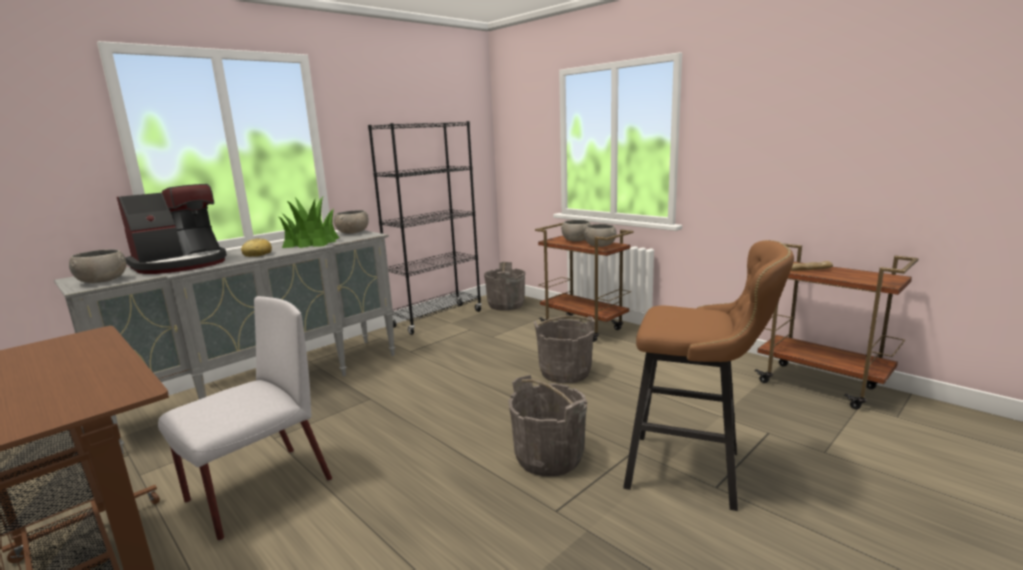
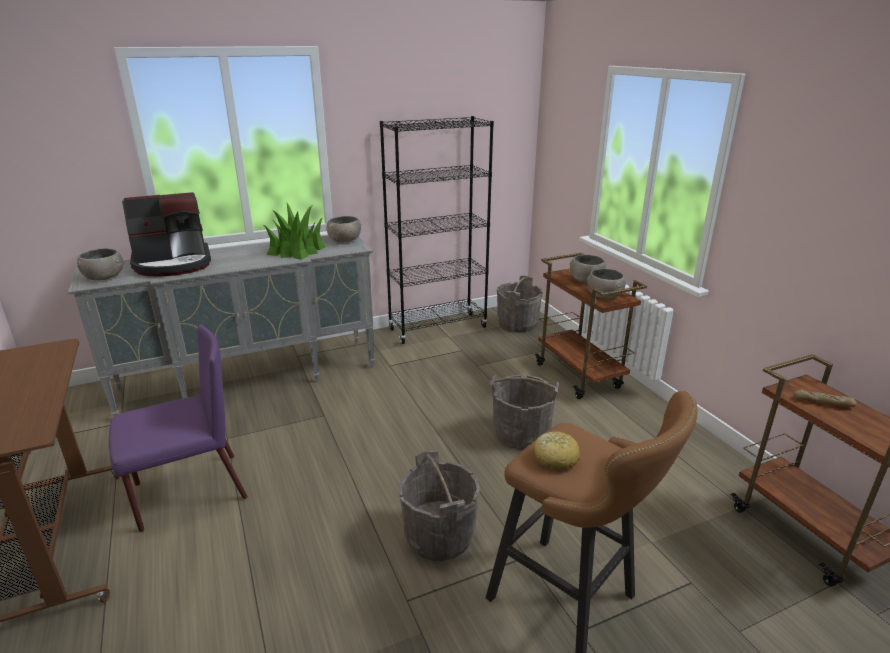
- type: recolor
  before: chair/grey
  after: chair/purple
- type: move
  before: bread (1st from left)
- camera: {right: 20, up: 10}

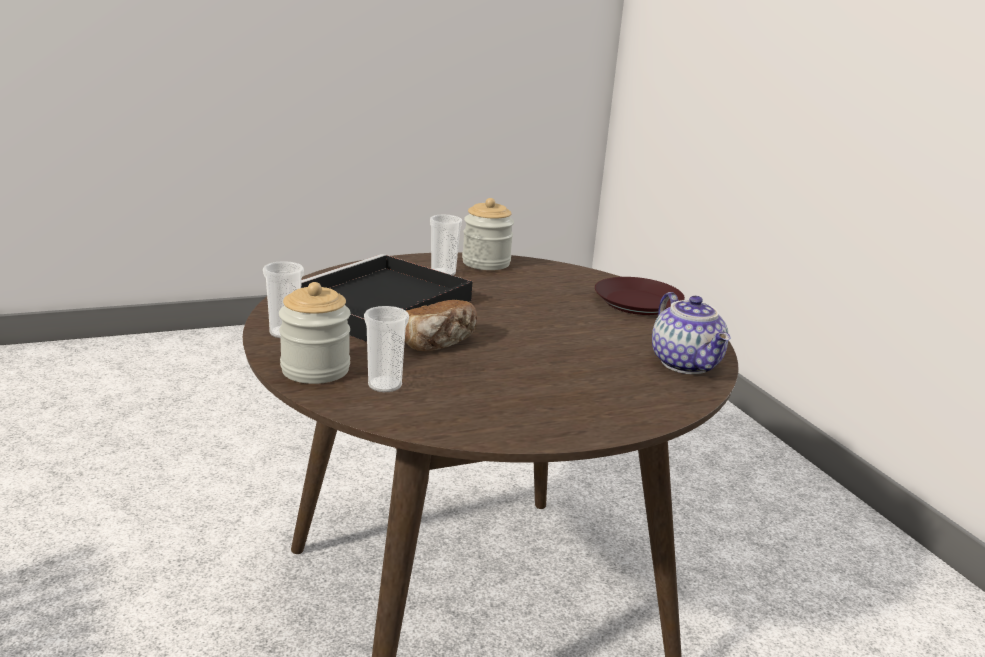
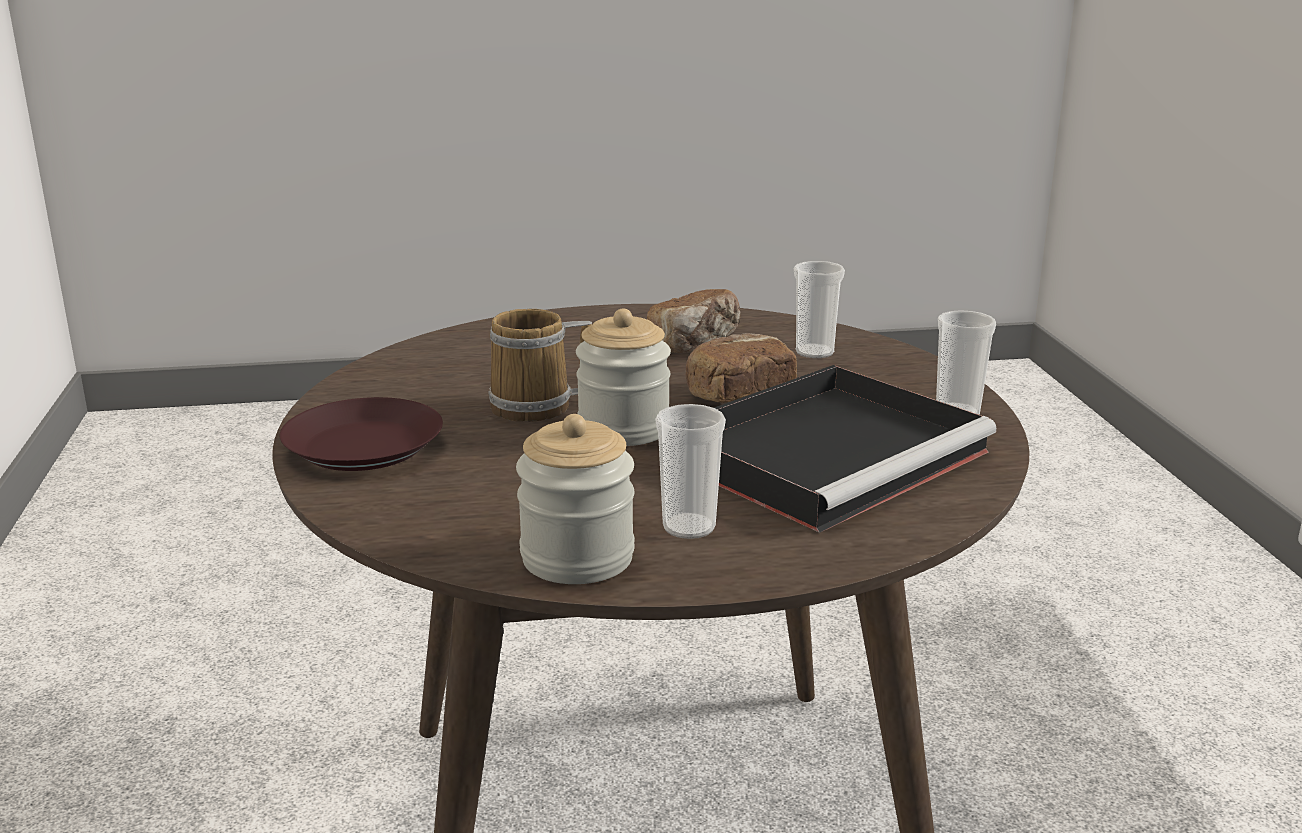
- type: insert
  after: mug
- type: move
  before: jar (1st from left in the first image)
  after: jar (2nd from left)
- type: insert
  after: bread (1st from left)
- type: delete
  before: teapot
- camera: {right: -165, up: 0}

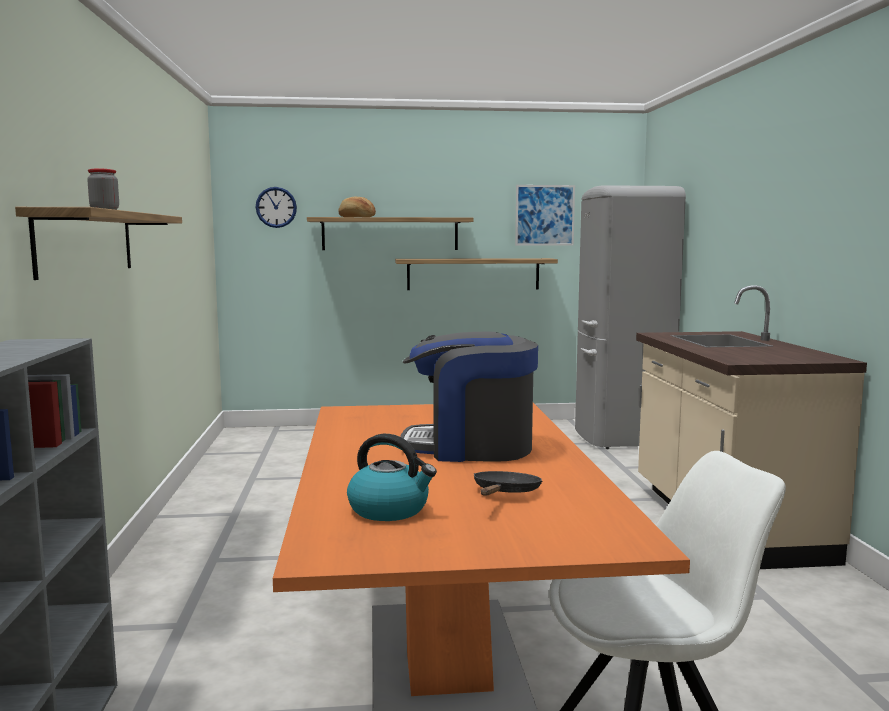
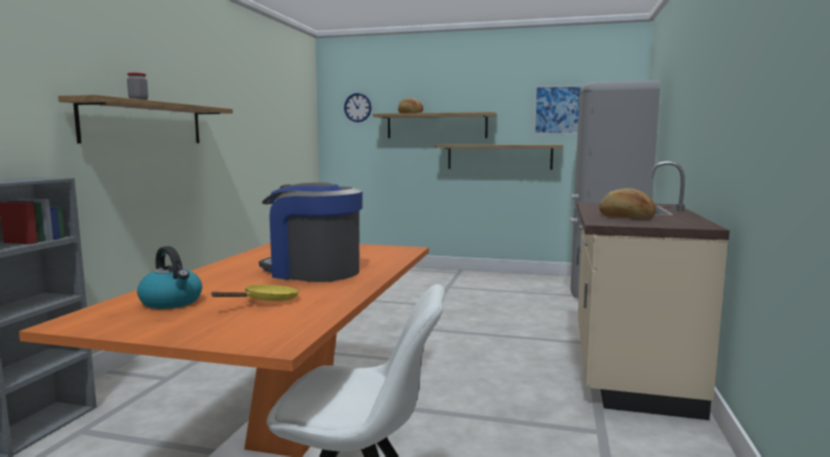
- type: recolor
  before: frying pan/black
  after: frying pan/yellow
- type: insert
  after: bread (2nd from left)
- camera: {right: 20, up: 0}

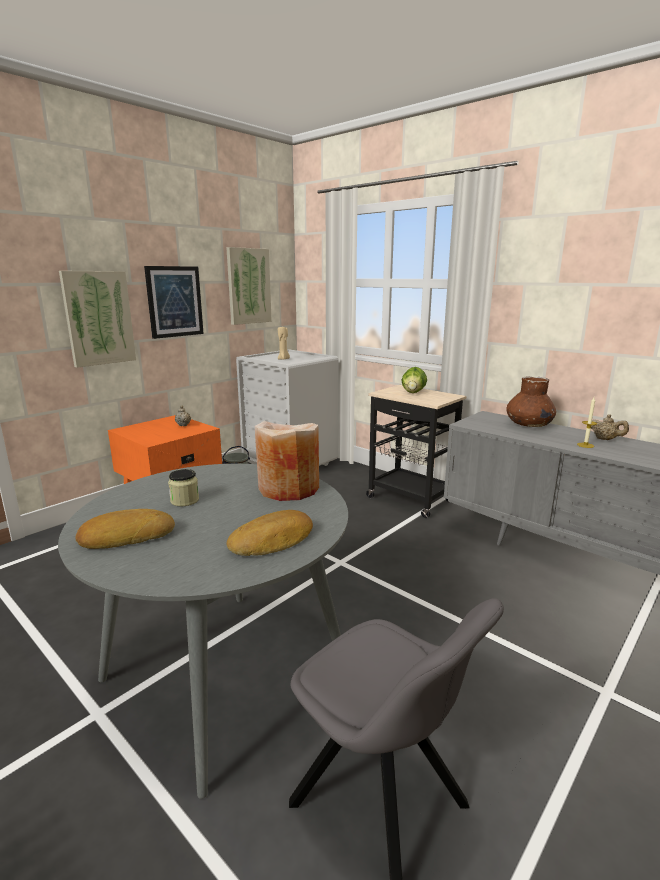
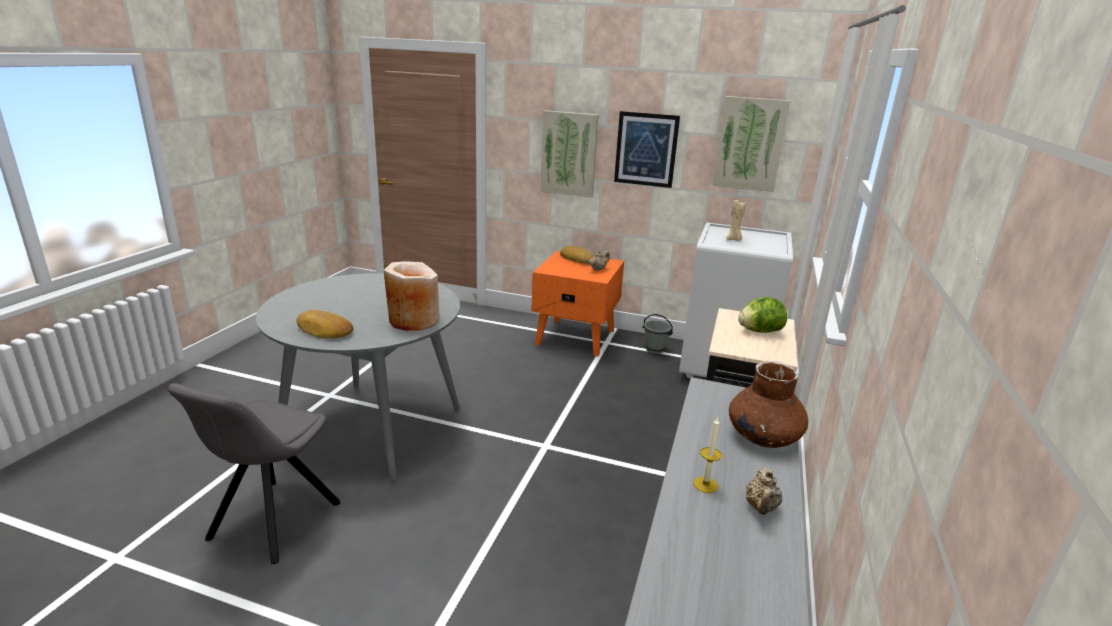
- type: move
  before: bread (1st from left in the first image)
  after: bread (2nd from left)
- type: delete
  before: jar
- camera: {right: 65, up: 5}

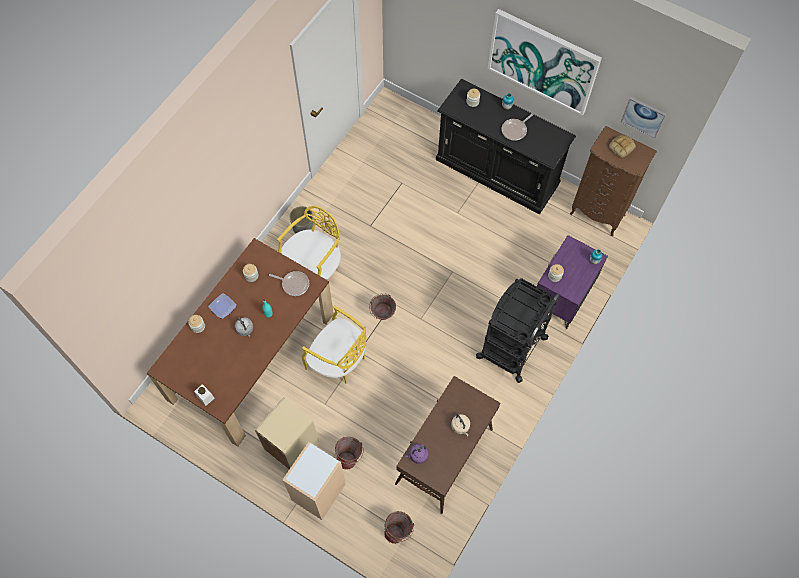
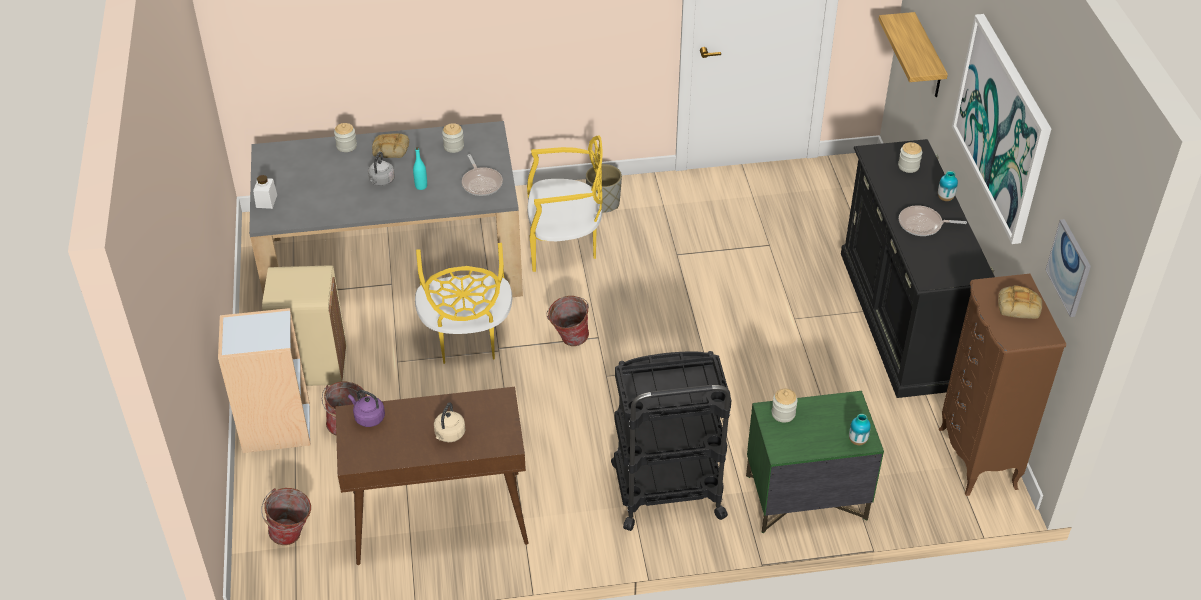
- type: recolor
  before: dining table/brown
  after: dining table/grey
- type: replace
  before: plate
  after: bread (1st from left)
- type: recolor
  before: nightstand/purple
  after: nightstand/green
- type: insert
  after: shelf
- camera: {right: 50, up: -20}

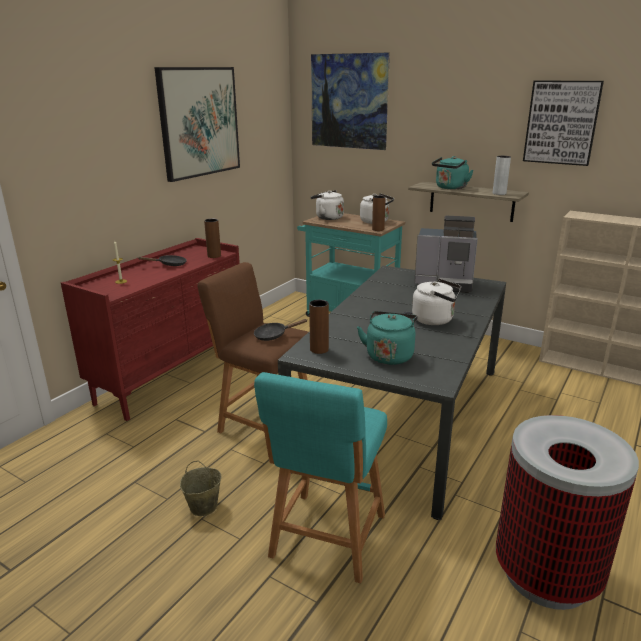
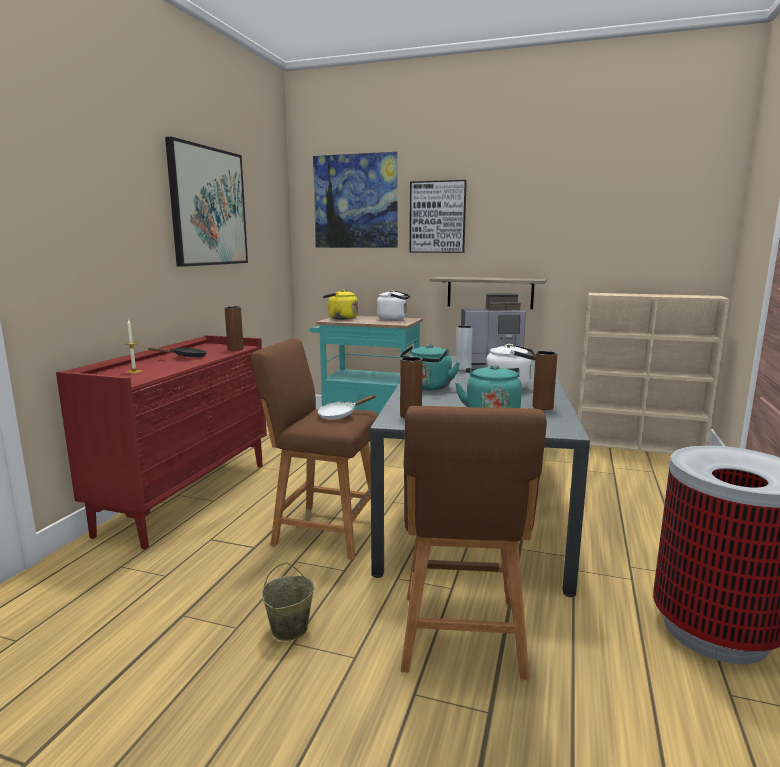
- type: recolor
  before: frying pan/black (2nd from left)
  after: frying pan/white
- type: recolor
  before: kettle/white (1st from left)
  after: kettle/yellow
- type: move
  before: kettle/turquoise (2nd from left in the first image)
  after: kettle/turquoise (1st from left)
- type: recolor
  before: stool/turquoise
  after: stool/brown (2nd from left)
- type: move
  before: picture (3rd from left)
- type: move
  before: vase/grey
- type: move
  before: vase/brown (3rd from left)
- camera: {right: -15, up: -10}

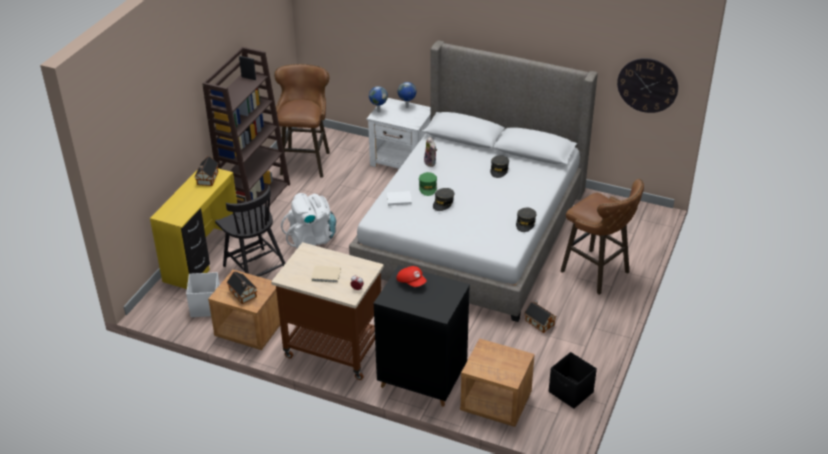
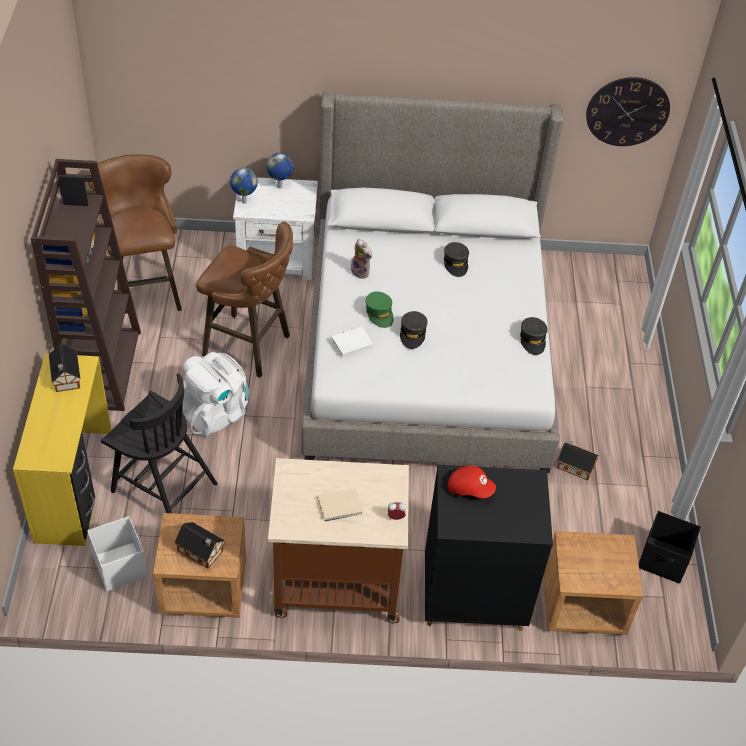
- type: move
  before: stool/brown (2nd from left)
- camera: {right: -25, up: 10}

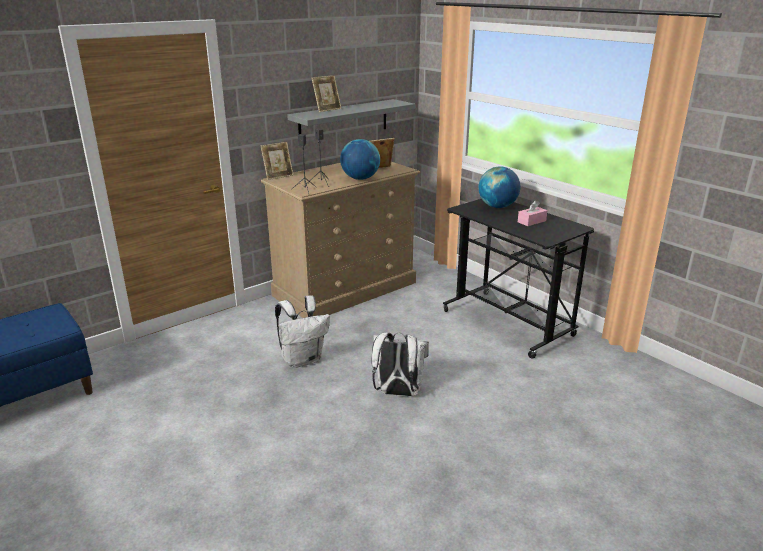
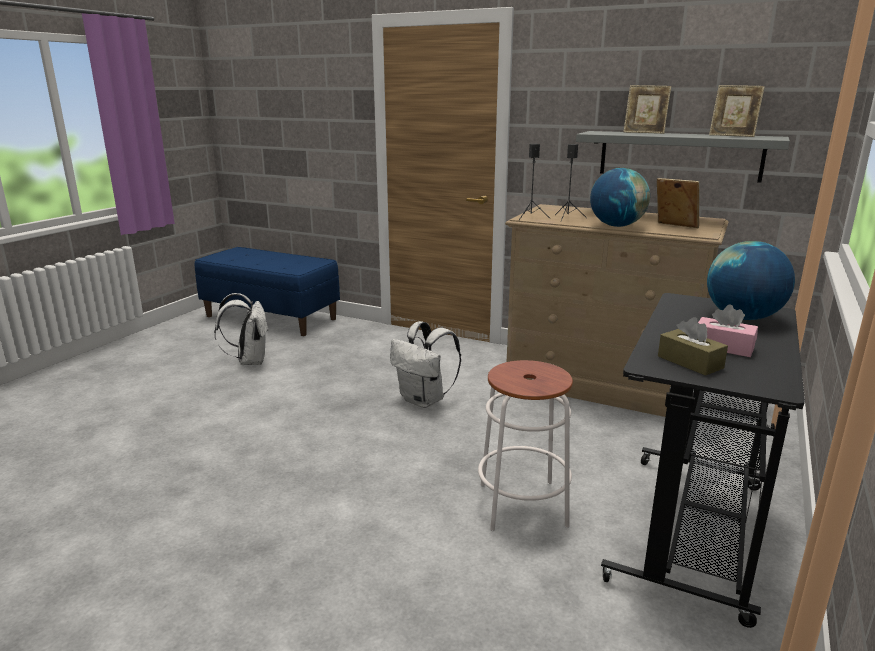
- type: move
  before: backpack/white (2nd from left in the first image)
  after: backpack/white (1st from left)
- type: insert
  after: stool/white
- type: insert
  after: tissue box/brown
- type: move
  before: picture frame (1st from left in the first image)
  after: picture frame (3rd from left)
- camera: {right: 65, up: -5}

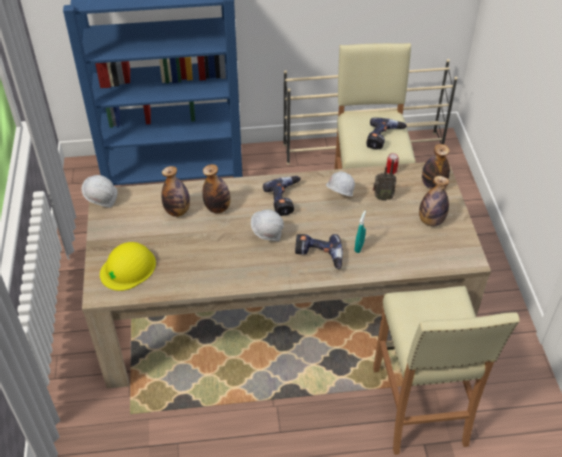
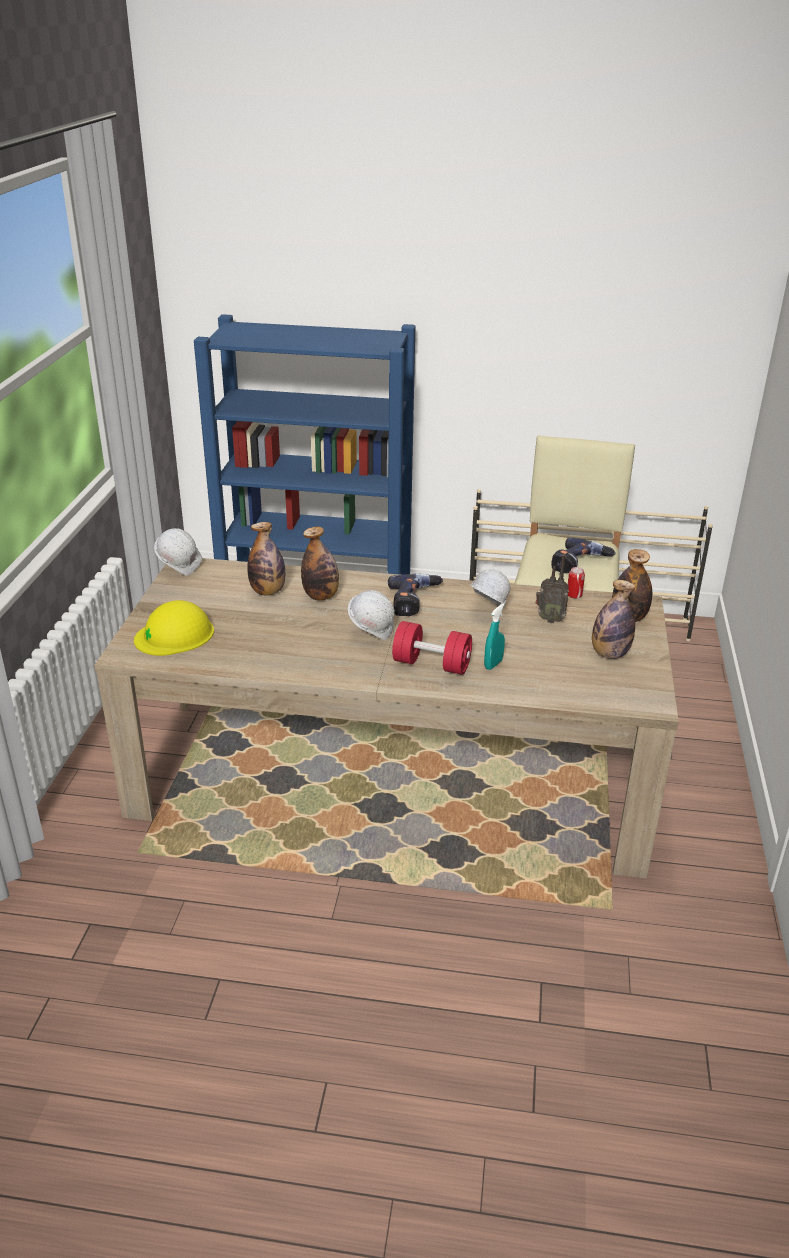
- type: replace
  before: power drill (2nd from left)
  after: dumbbell/red
- type: delete
  before: stool/beige (2nd from left)
- camera: {right: 15, up: -15}

